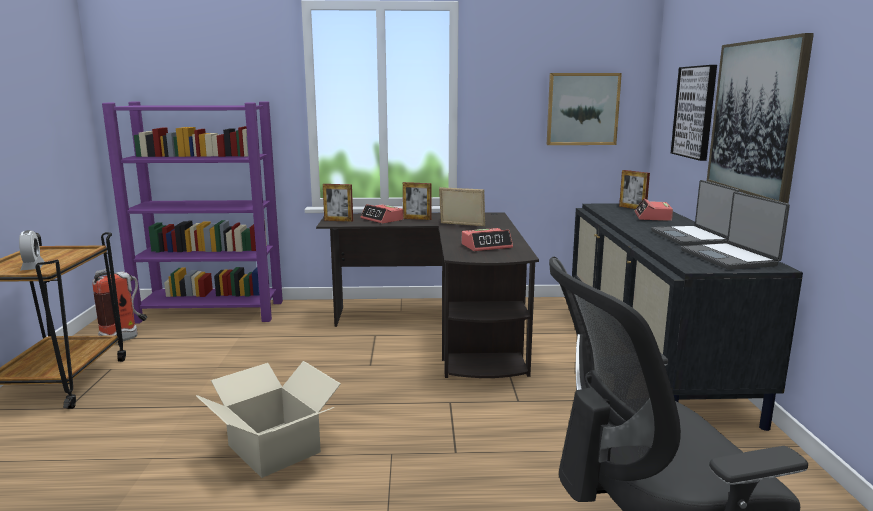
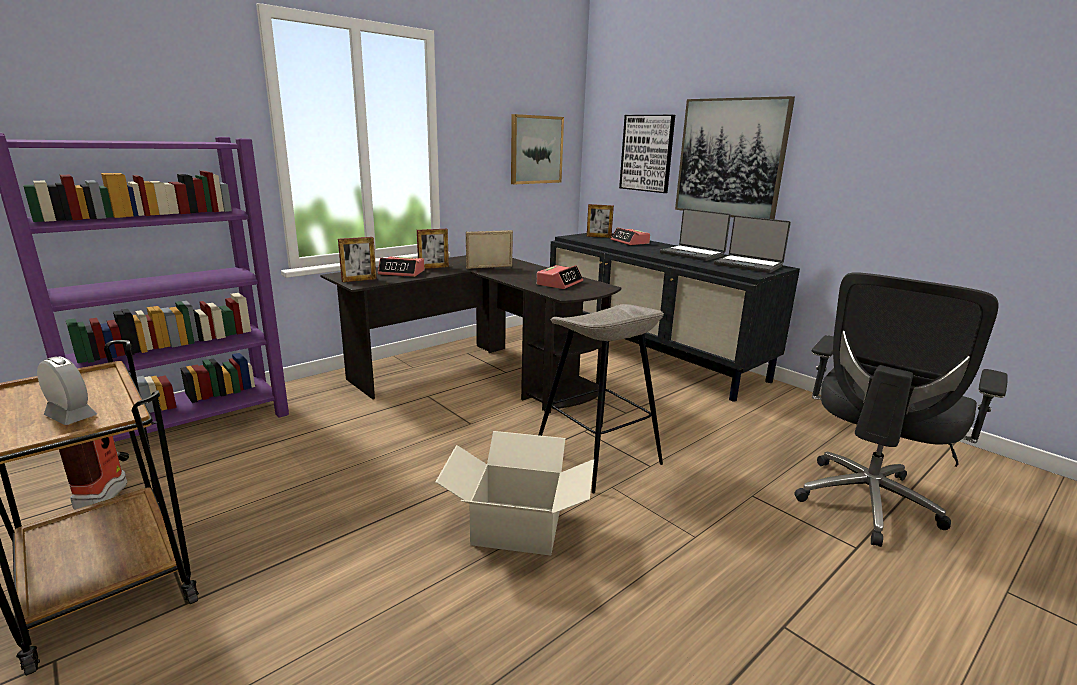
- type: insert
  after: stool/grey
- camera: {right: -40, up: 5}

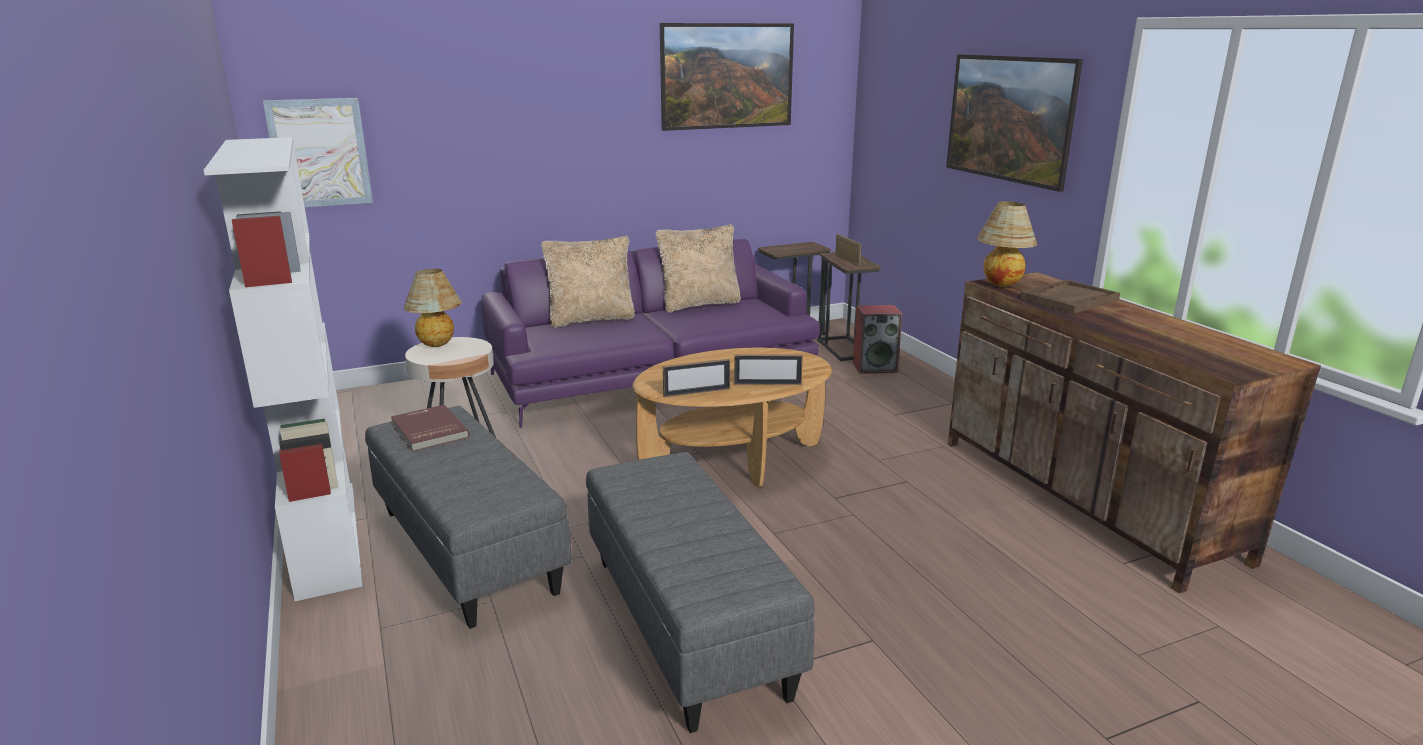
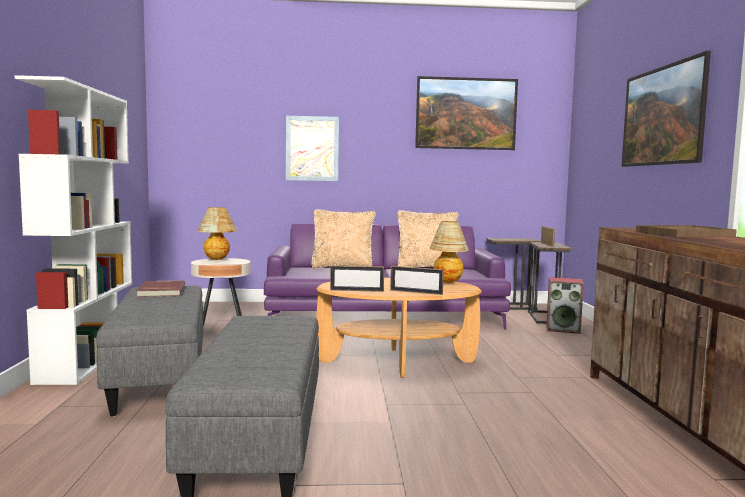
- type: move
  before: picture (1st from left)
- type: move
  before: table lamp (2nd from left)
- camera: {right: 20, up: -15}

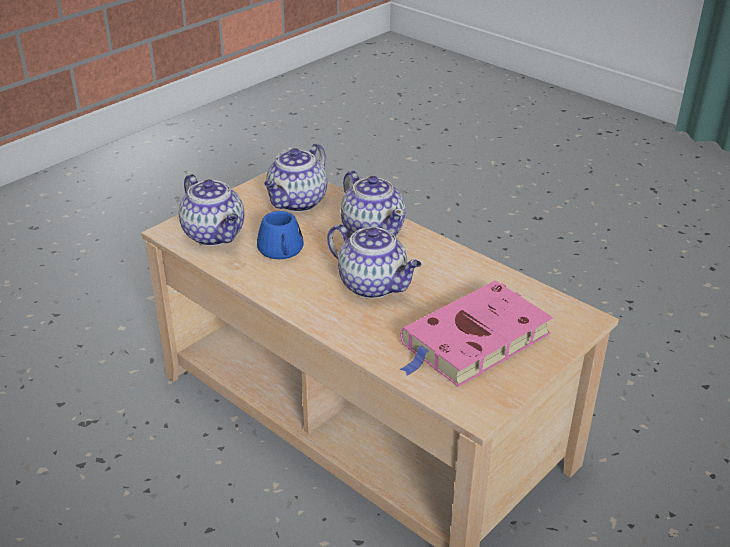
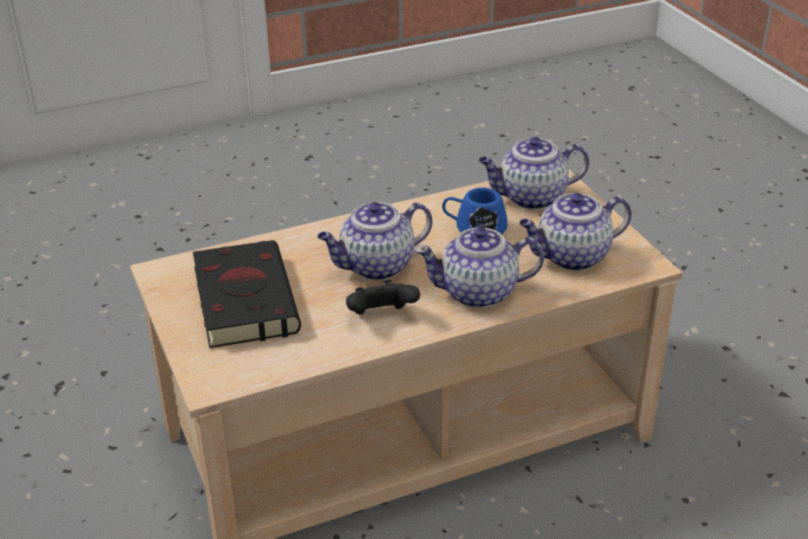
- type: recolor
  before: book/pink
  after: book/black
- type: insert
  after: game controller/black
- type: rotate
  before: teapot (2nd from left in the first image)
  turn: -75
- camera: {right: 115, up: 0}

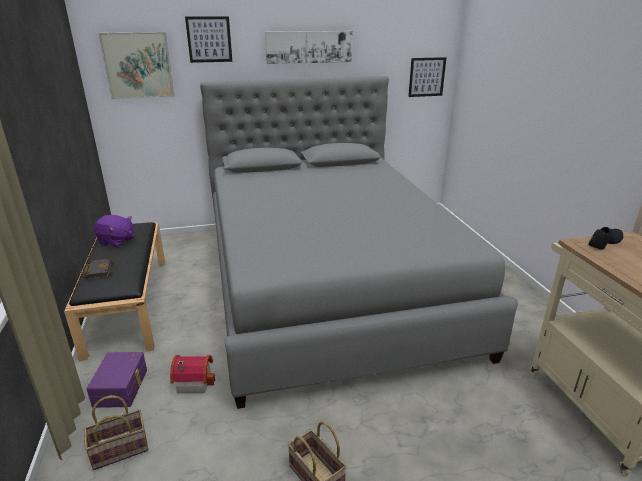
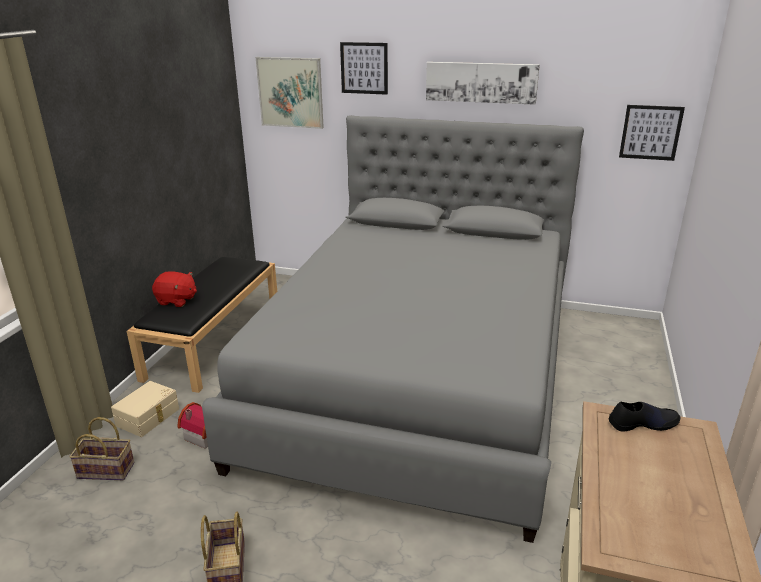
- type: recolor
  before: storage box/purple
  after: storage box/beige
- type: replace
  before: book/black
  after: plush toy/red
- type: delete
  before: plush toy/purple
- camera: {right: 30, up: 0}

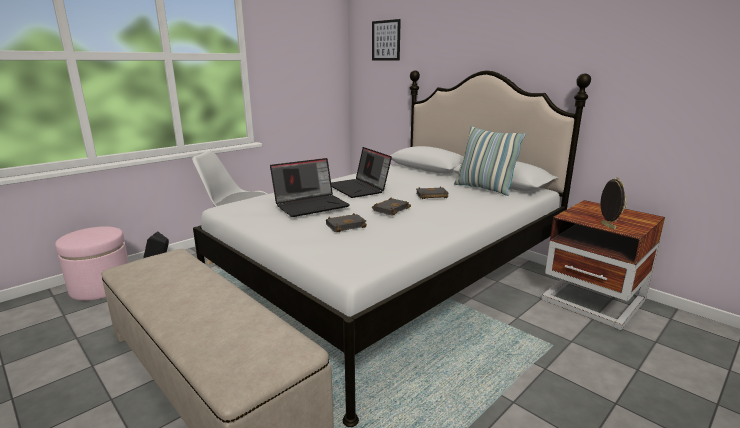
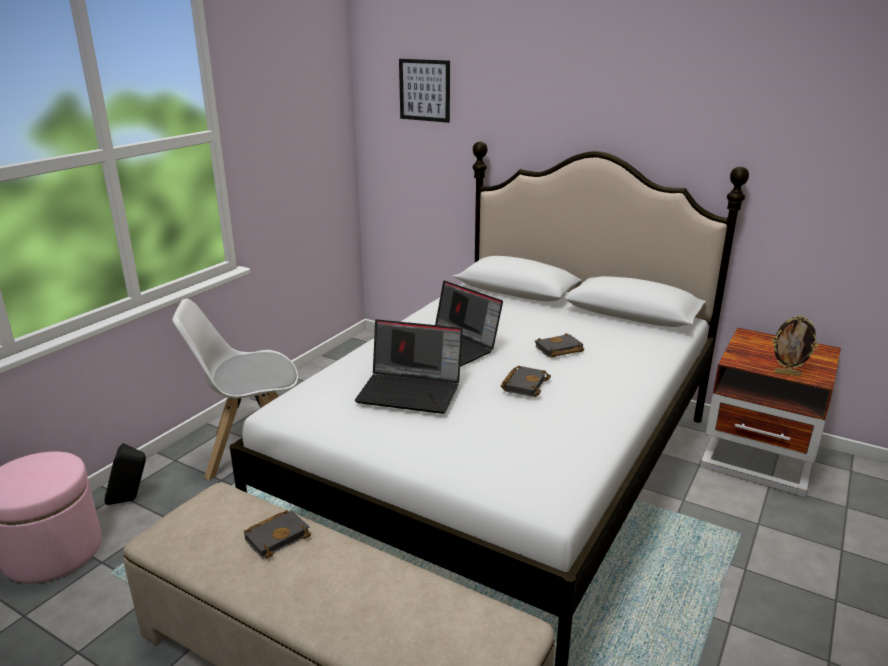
- type: move
  before: book/black (1st from left)
- type: rotate
  before: laptop (1st from left)
  turn: 60
- type: rotate
  before: picture frame
  turn: 135
- type: delete
  before: pillow
- camera: {right: -15, up: 5}

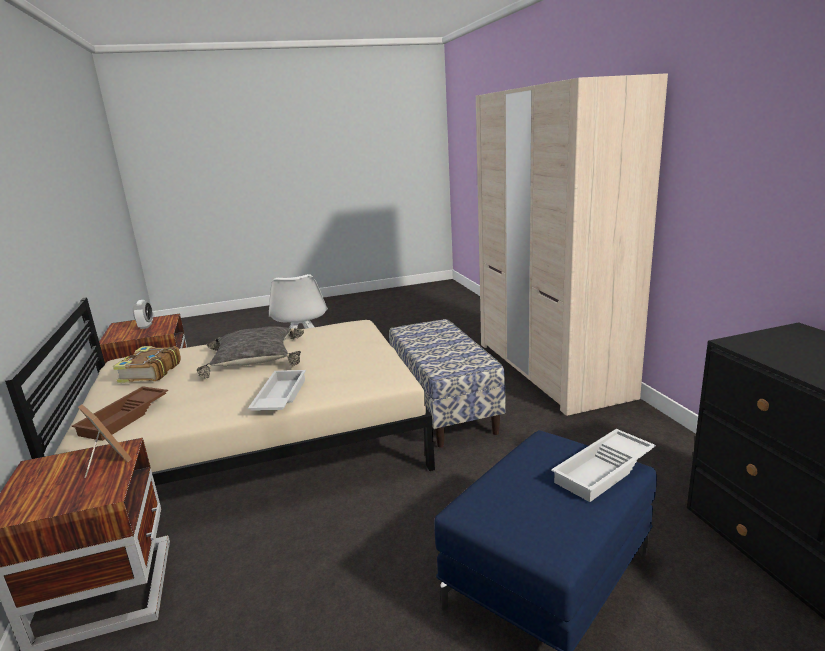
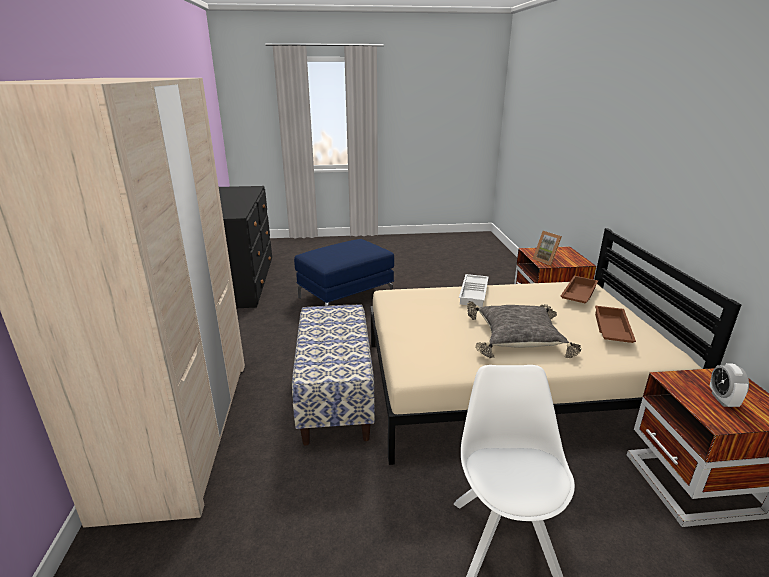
- type: replace
  before: book
  after: tray/brown (2nd from left)
- type: delete
  before: tray/white (2nd from left)
- camera: {right: -170, up: 5}

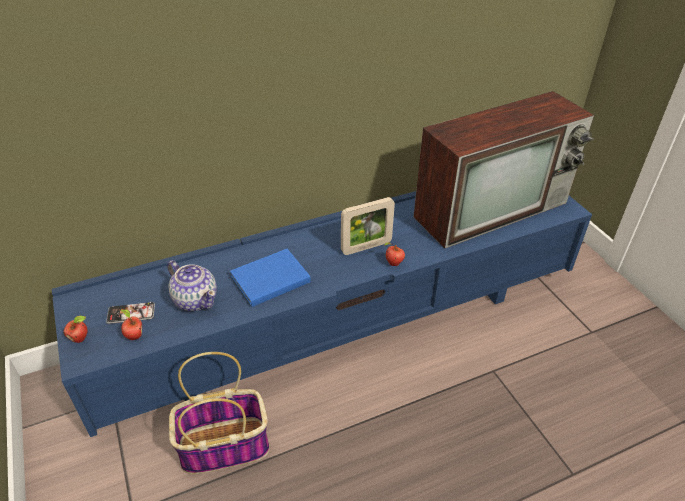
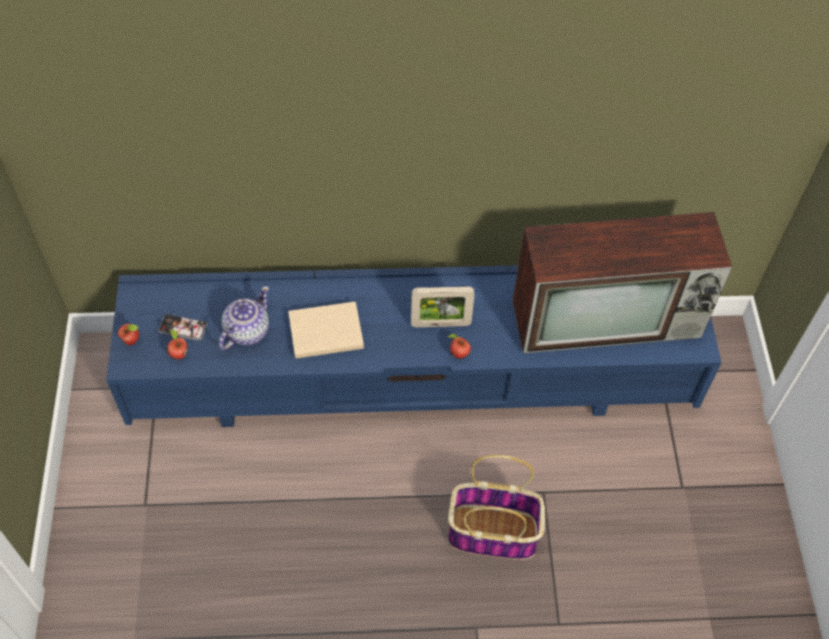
- type: rotate
  before: teapot
  turn: -120
- type: recolor
  before: book/blue
  after: book/beige
- type: move
  before: basket
- camera: {right: 20, up: 15}

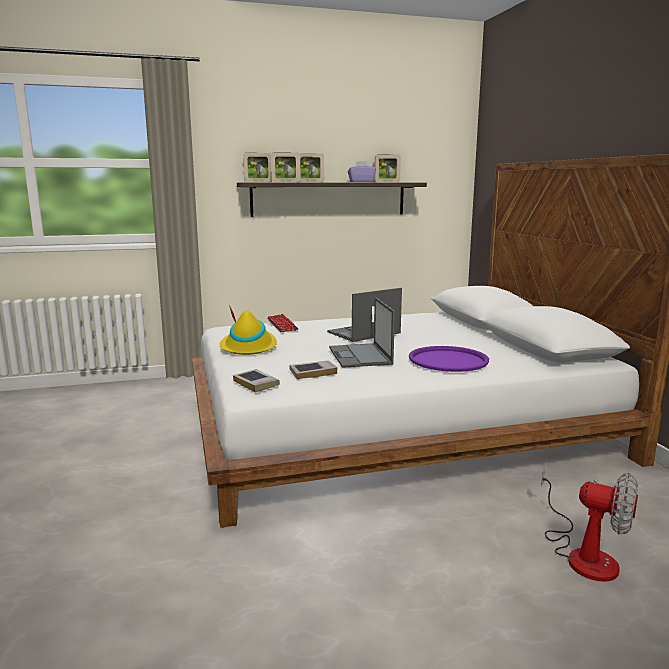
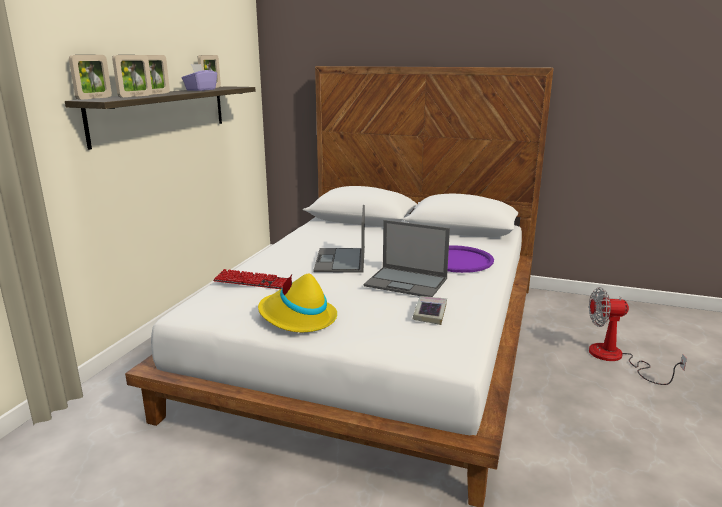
- type: rotate
  before: fan
  turn: -150
- type: delete
  before: book (1st from left)
- camera: {right: -55, up: 5}

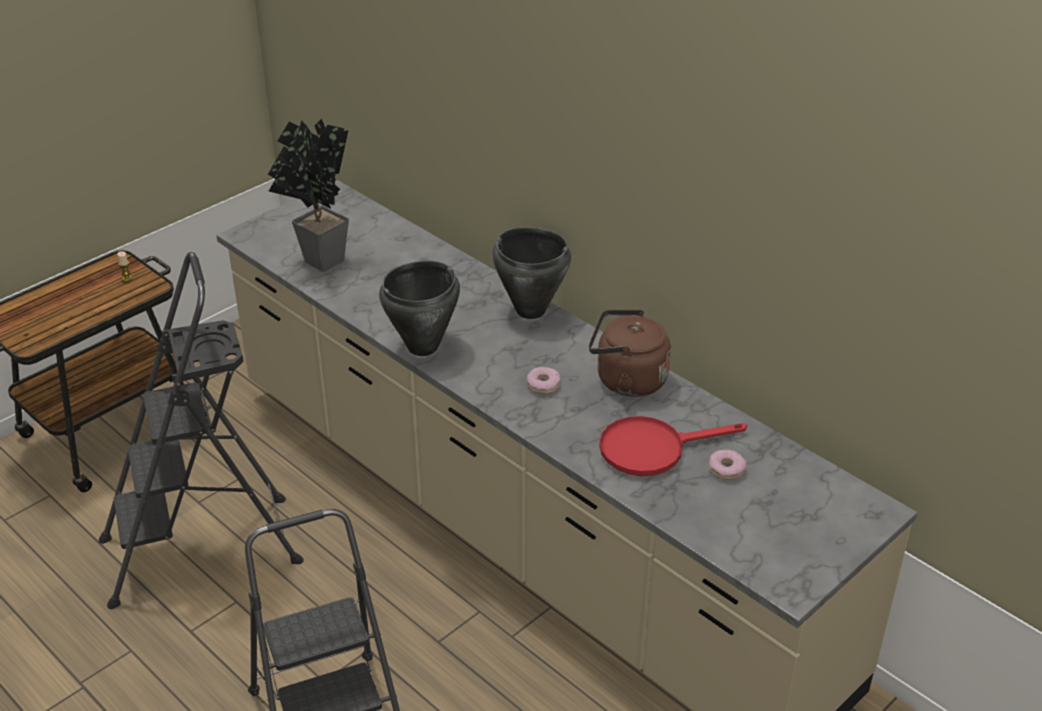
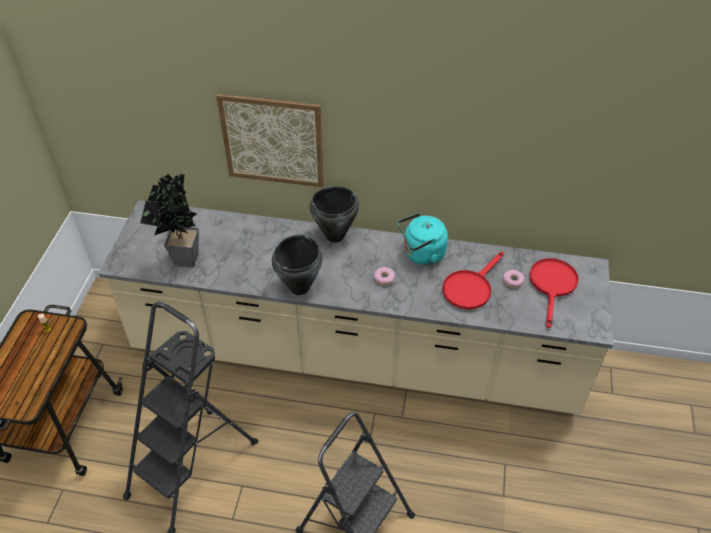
- type: insert
  after: picture
- type: recolor
  before: kettle/brown
  after: kettle/turquoise
- type: insert
  after: frying pan/red (2nd from left)
- camera: {right: -35, up: 10}

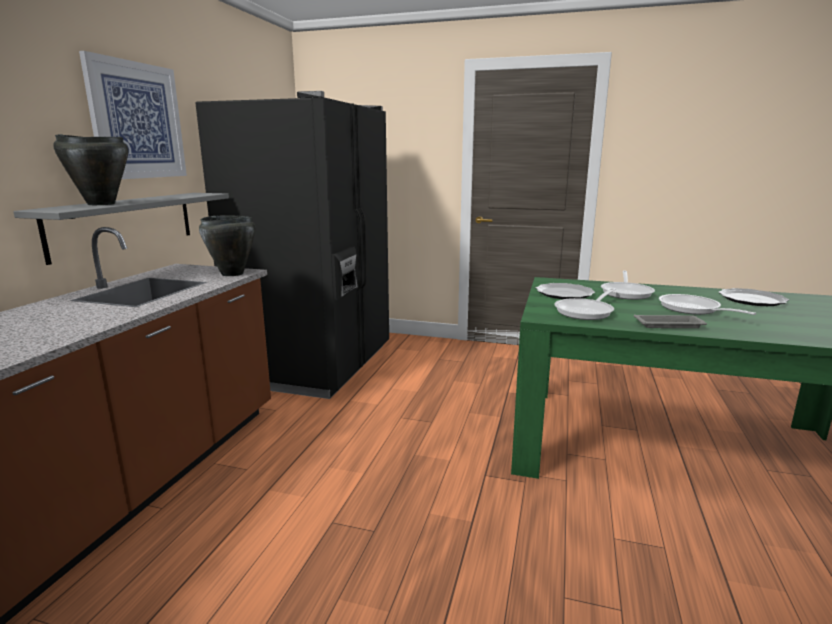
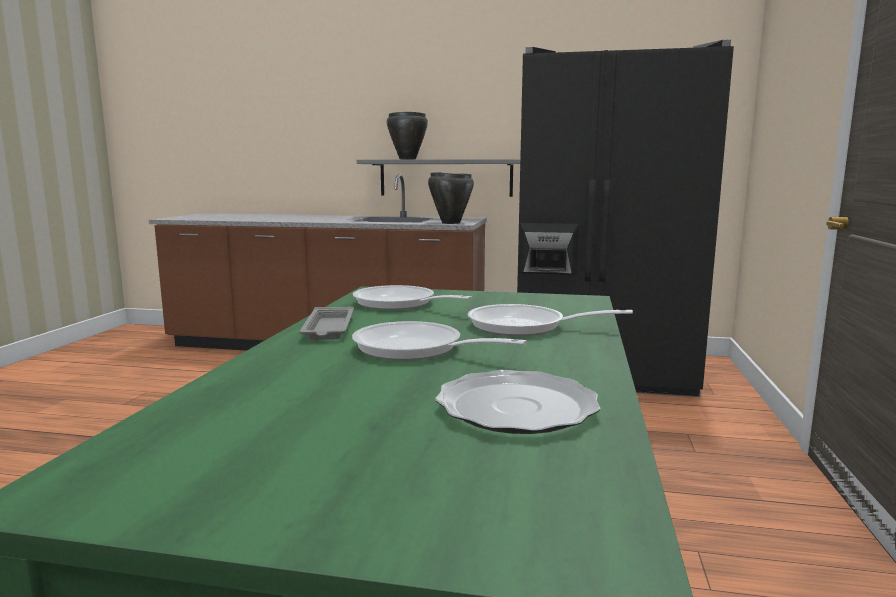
- type: rotate
  before: frying pan (3rd from left in the first image)
  turn: -120
- type: delete
  before: picture
- type: delete
  before: plate (1st from left)
- camera: {right: 85, up: -5}

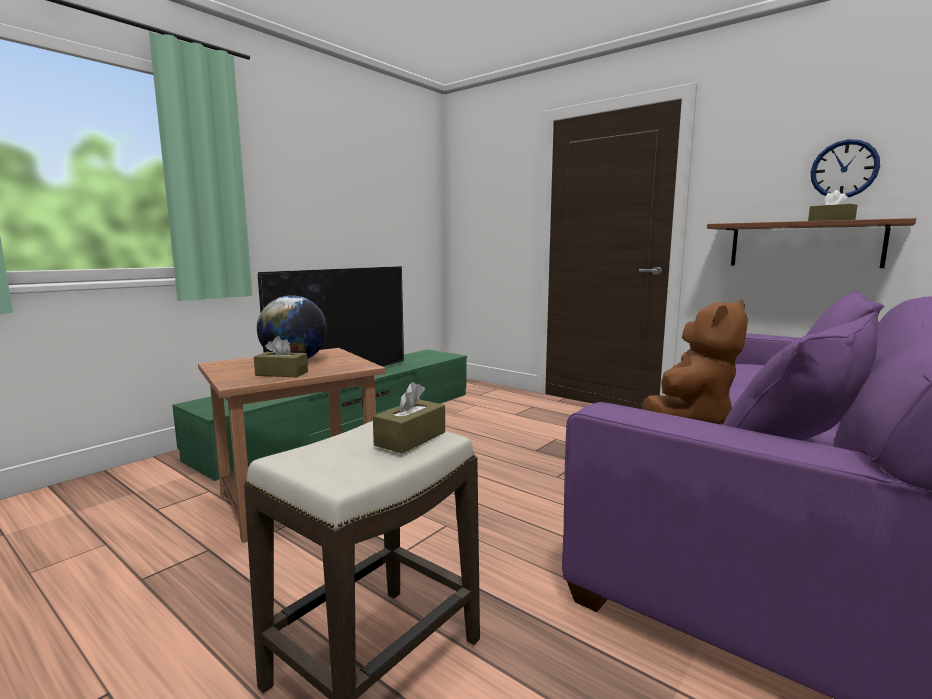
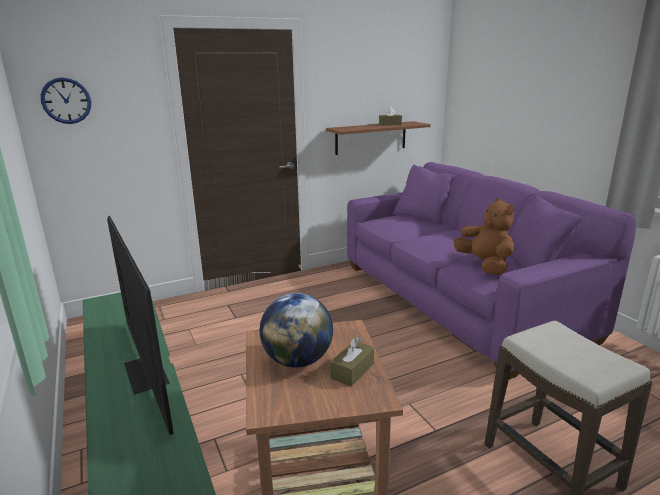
- type: move
  before: wall clock
- type: delete
  before: tissue box/brown (2nd from left)
- camera: {right: -65, up: 10}

